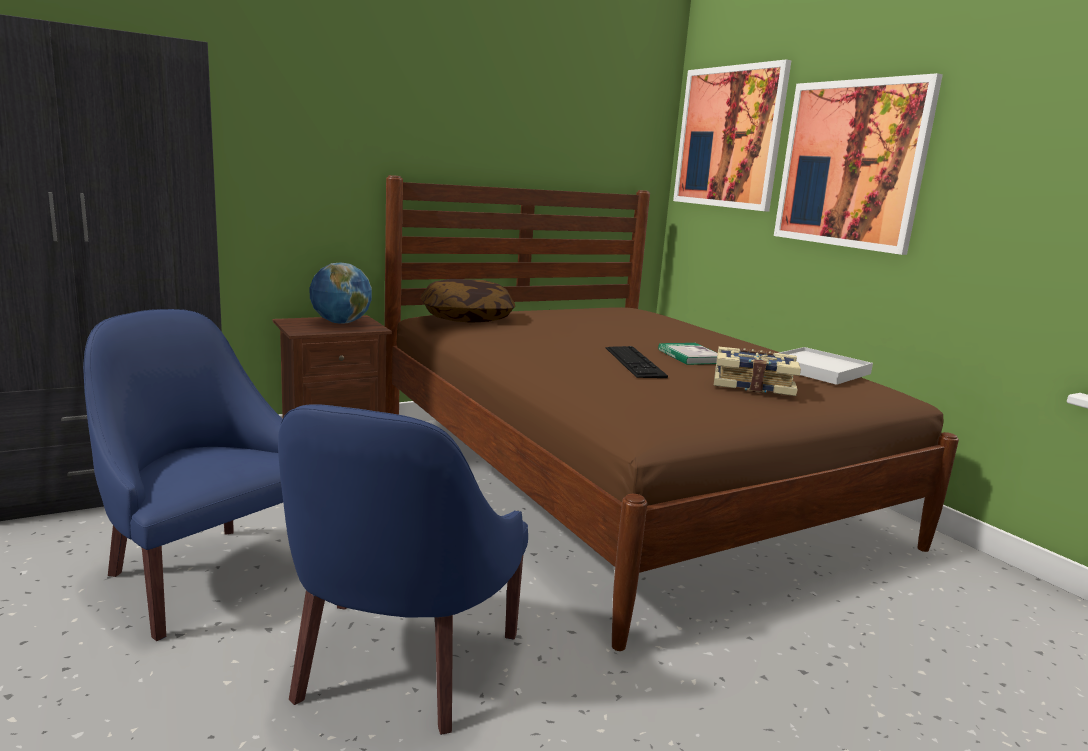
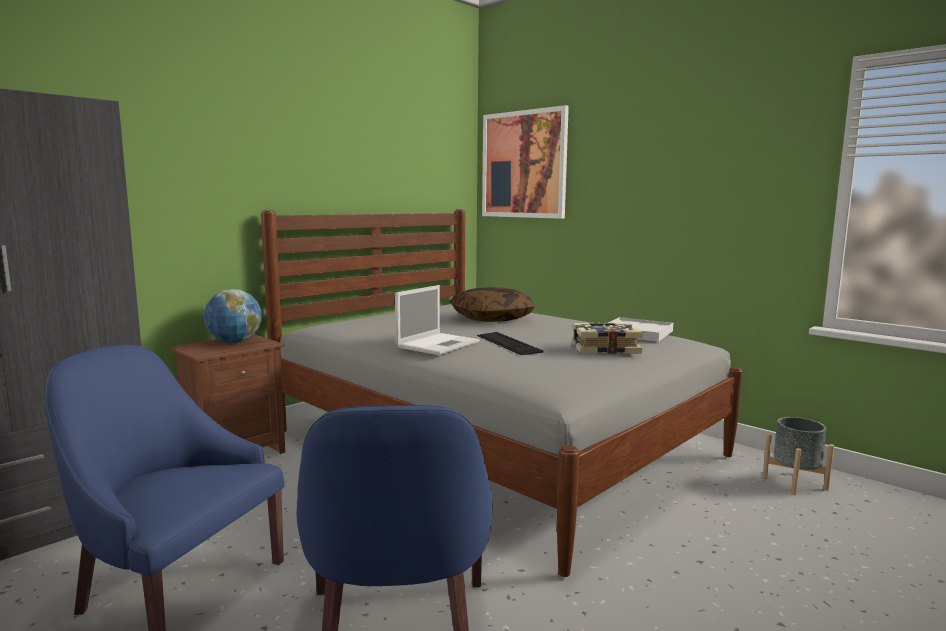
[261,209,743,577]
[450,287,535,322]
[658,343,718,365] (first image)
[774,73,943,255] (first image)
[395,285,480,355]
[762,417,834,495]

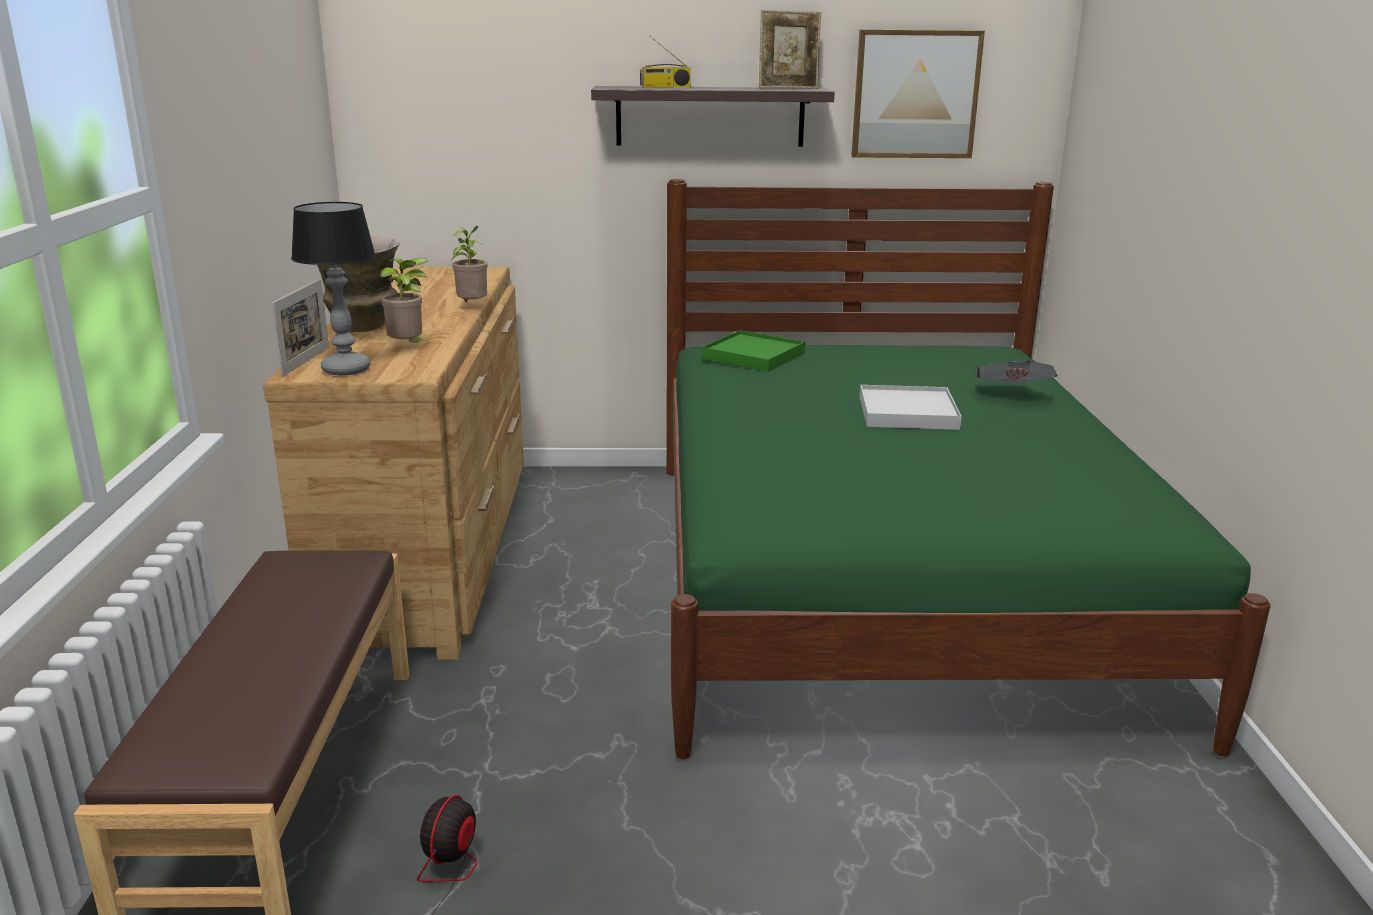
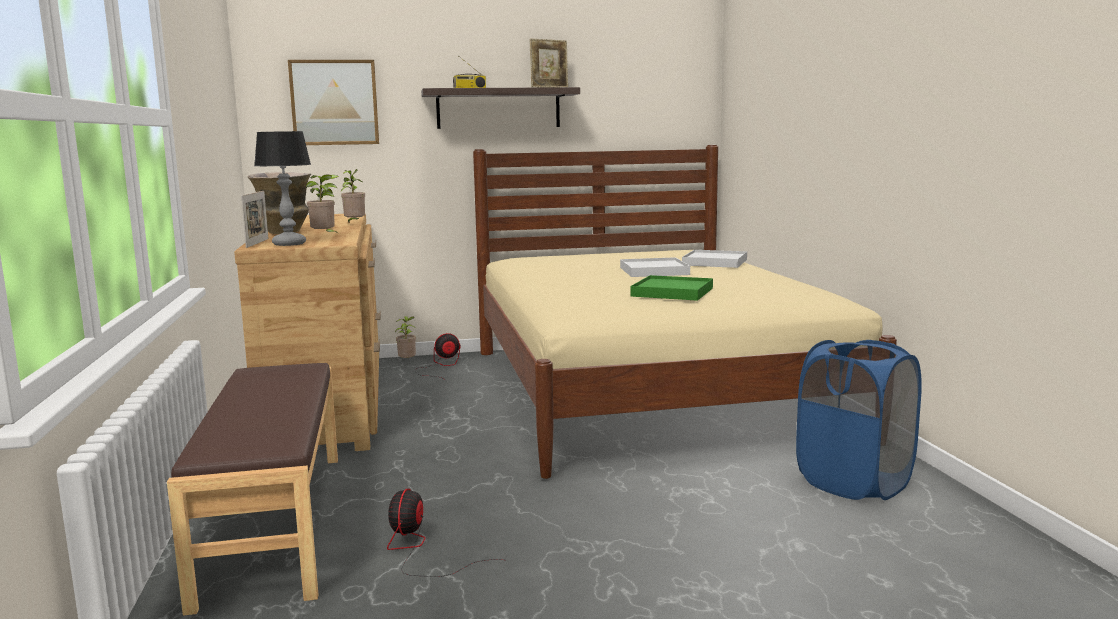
[473,145,897,479]
[631,275,713,301]
[288,60,379,145]
[682,250,747,268]
[395,316,416,359]
[414,333,461,380]
[796,340,922,500]

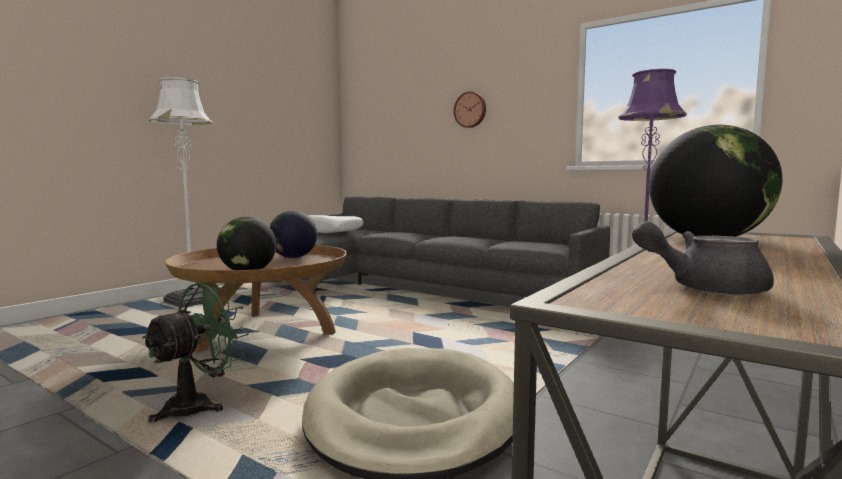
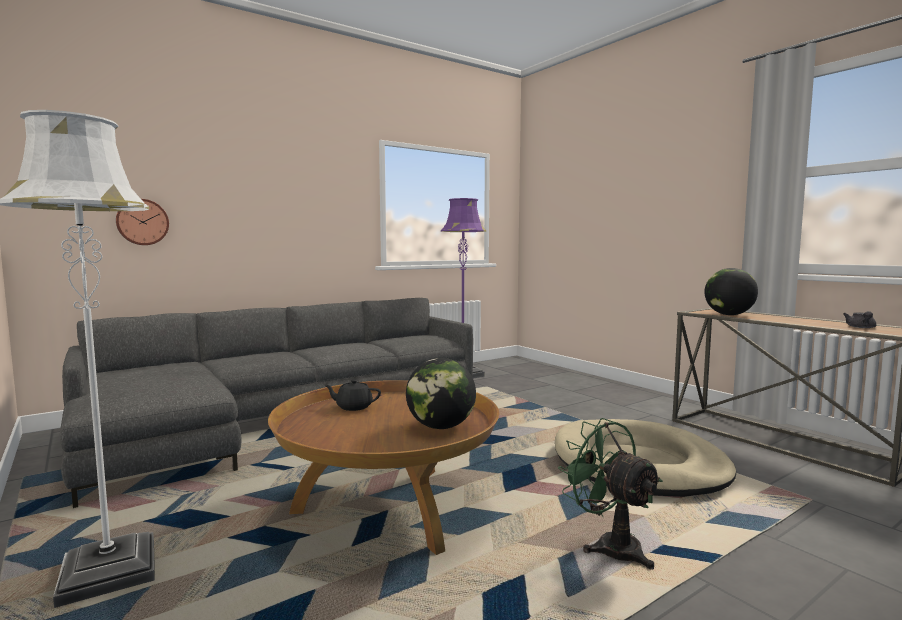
[324,379,381,411]
[309,215,363,234] (first image)
[116,199,169,245]

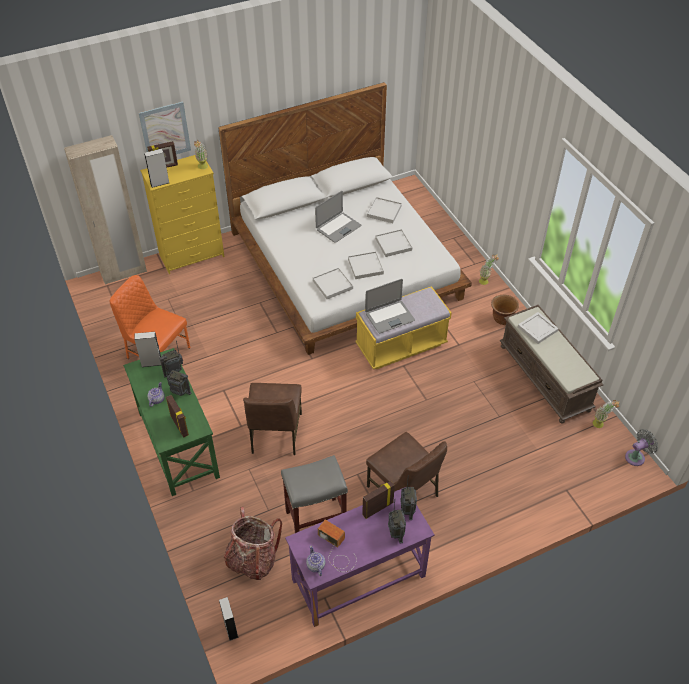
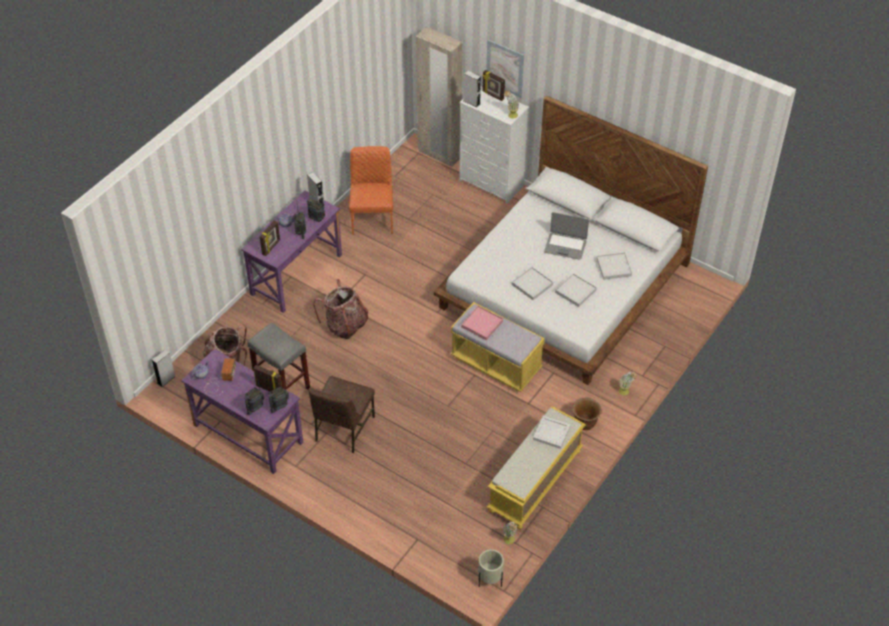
[241,191,342,313]
[459,86,529,204]
[313,279,368,339]
[313,268,353,299] (first image)
[461,306,503,340]
[487,407,586,529]
[478,549,504,587]

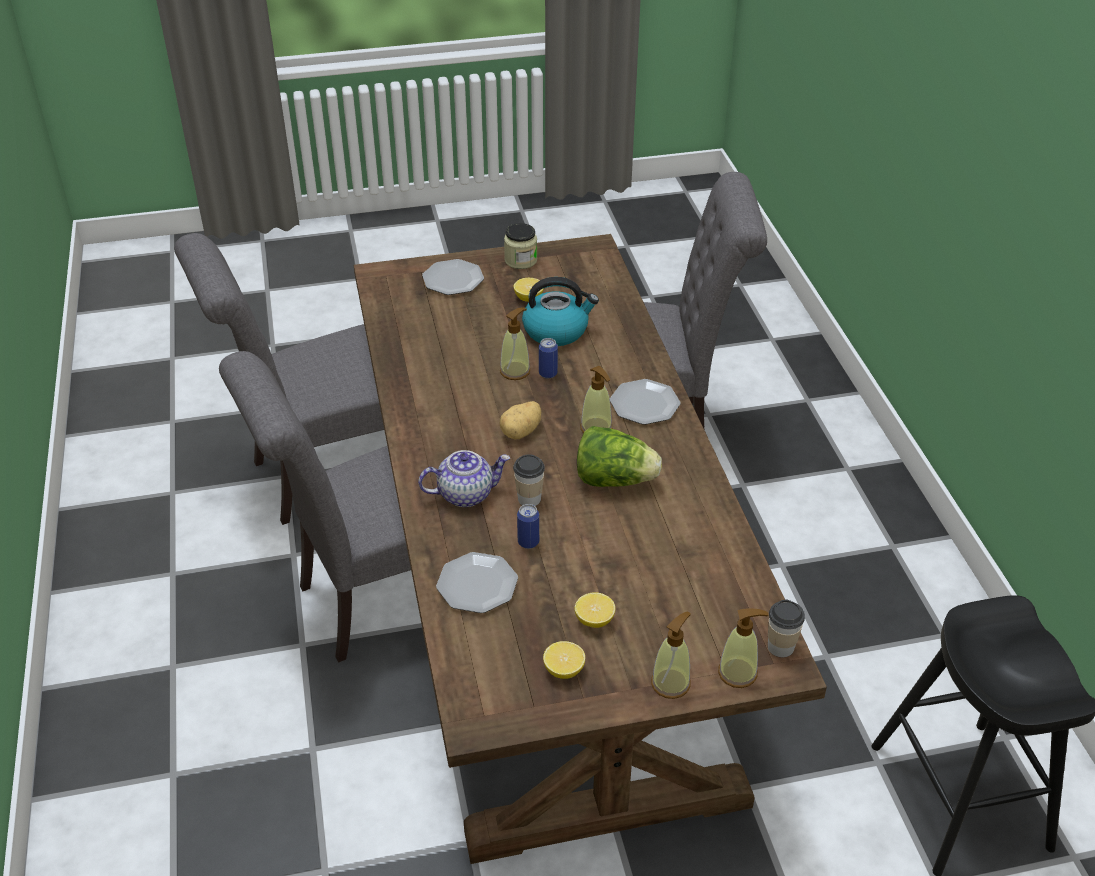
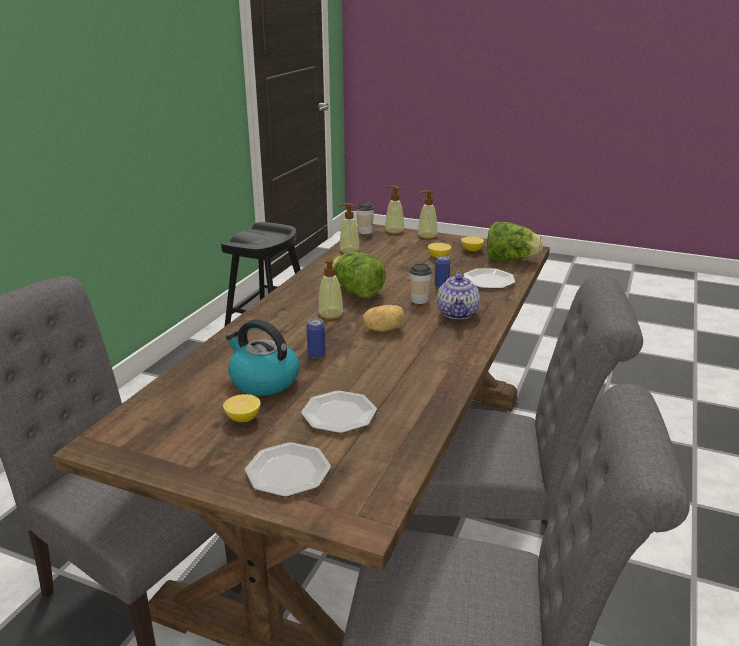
[437,272,480,319]
[338,203,360,254]
[504,223,537,269] (first image)
[301,391,377,434]
[487,222,543,261]

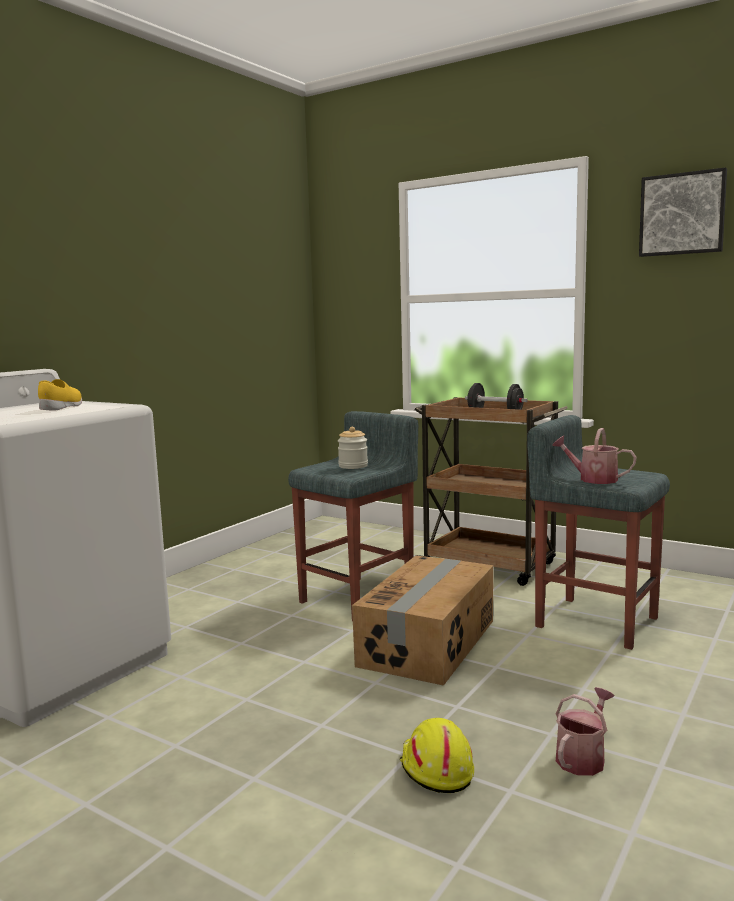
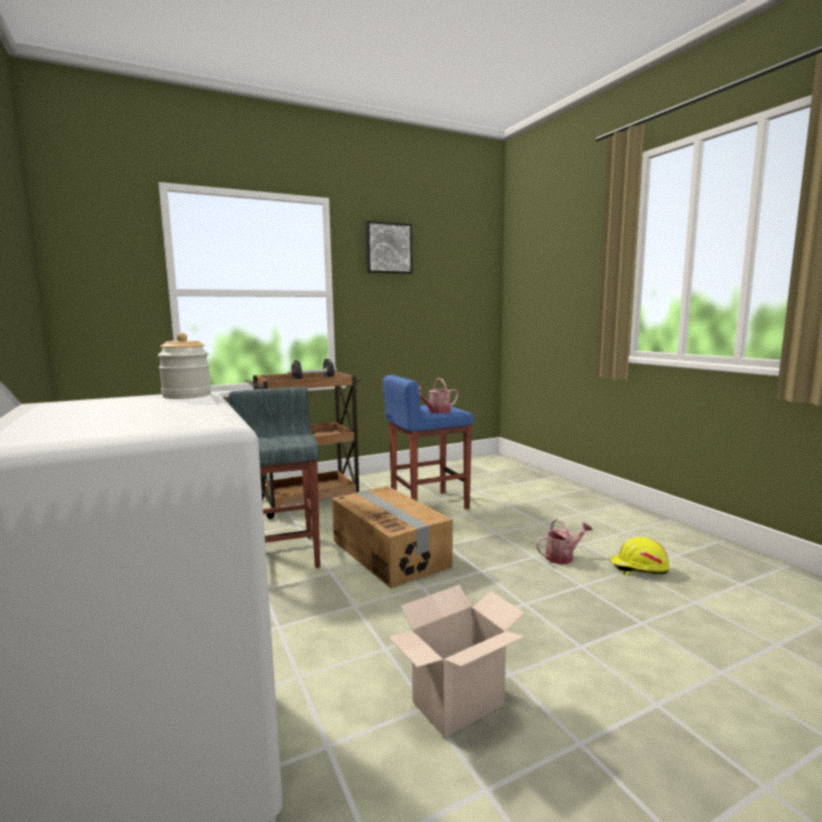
[38,379,82,411] (first image)
[158,333,212,399]
[609,537,670,575]
[383,375,474,509]
[536,518,593,564]
[388,585,525,738]

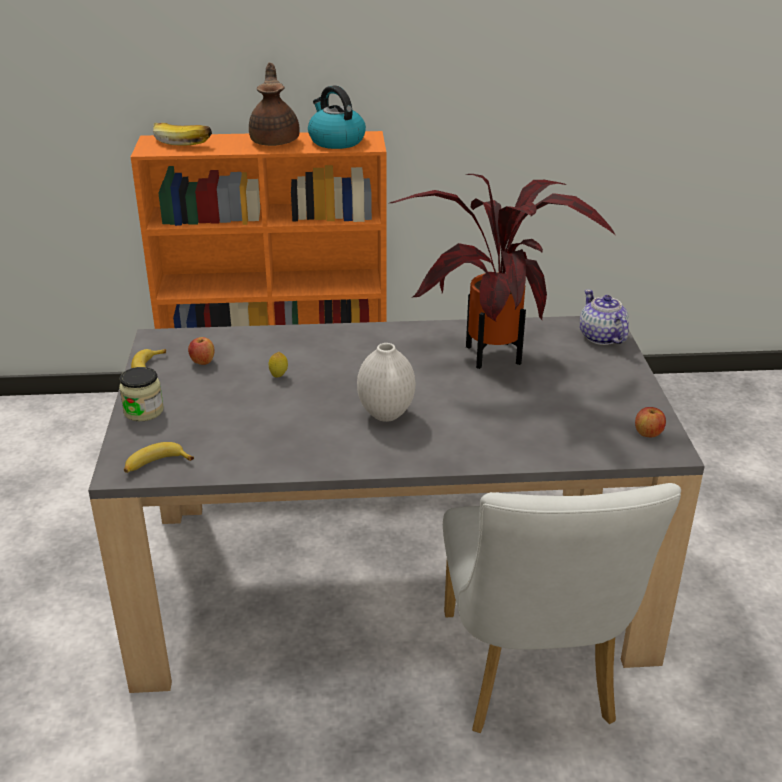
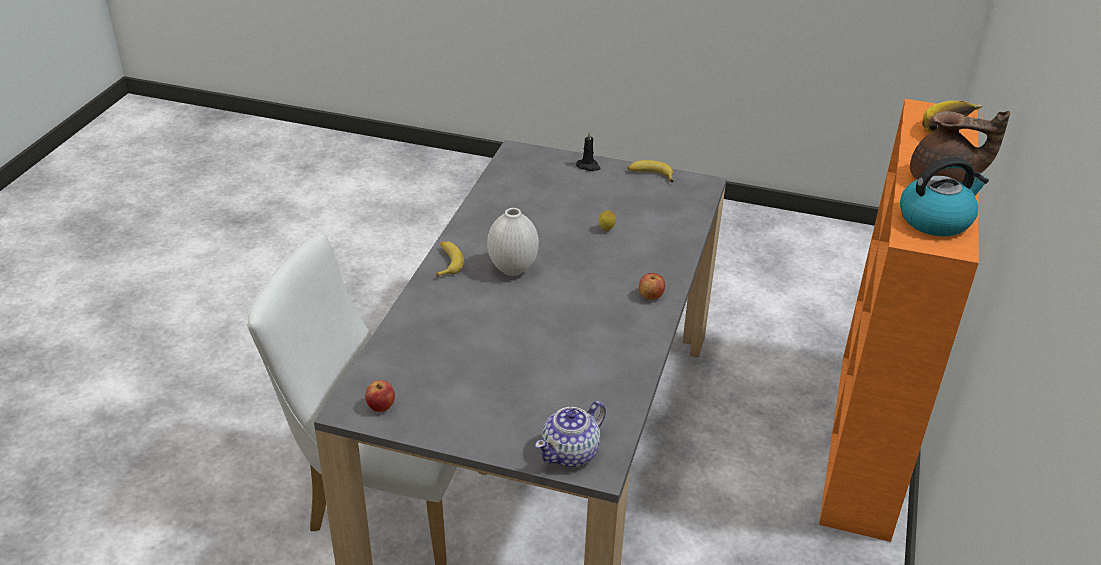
[576,131,601,171]
[436,242,464,277]
[639,273,665,300]
[390,174,616,369] (first image)
[535,401,606,467]

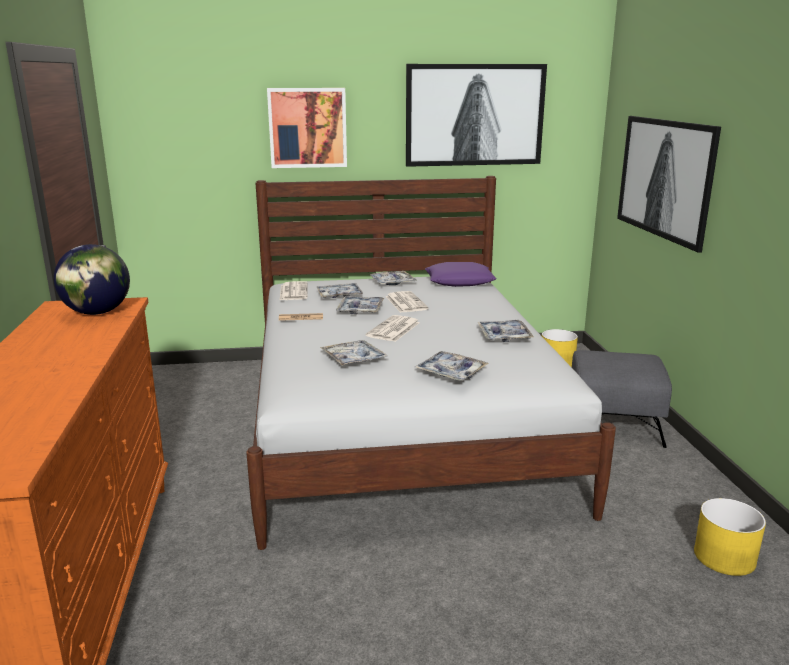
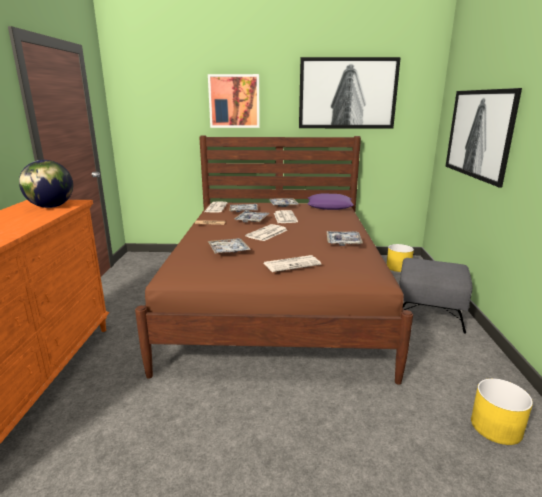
[135,135,413,384]
[264,255,321,272]

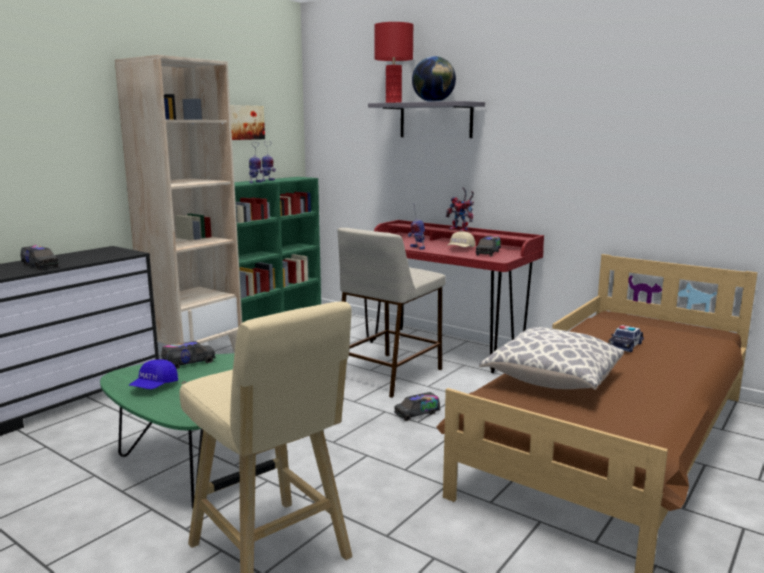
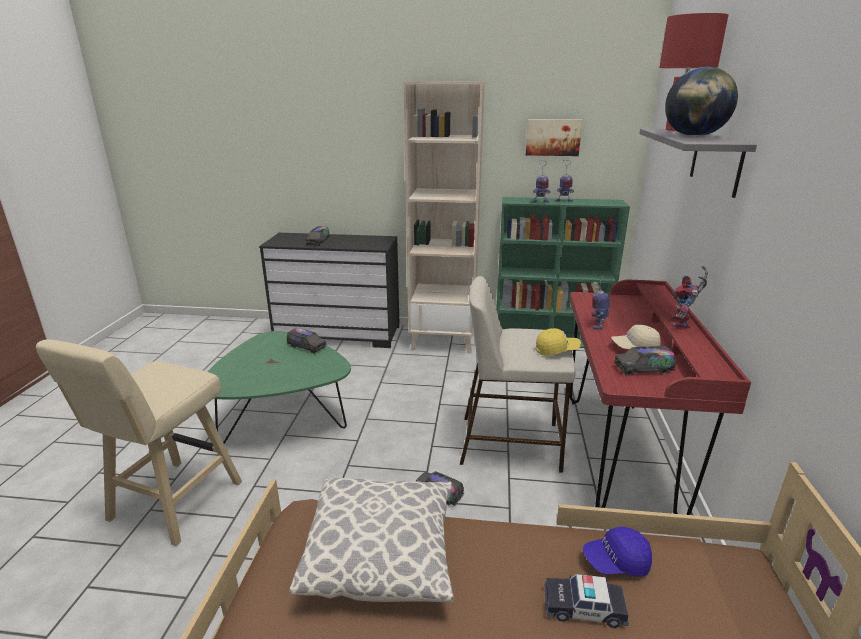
[583,527,652,577]
[536,328,581,356]

